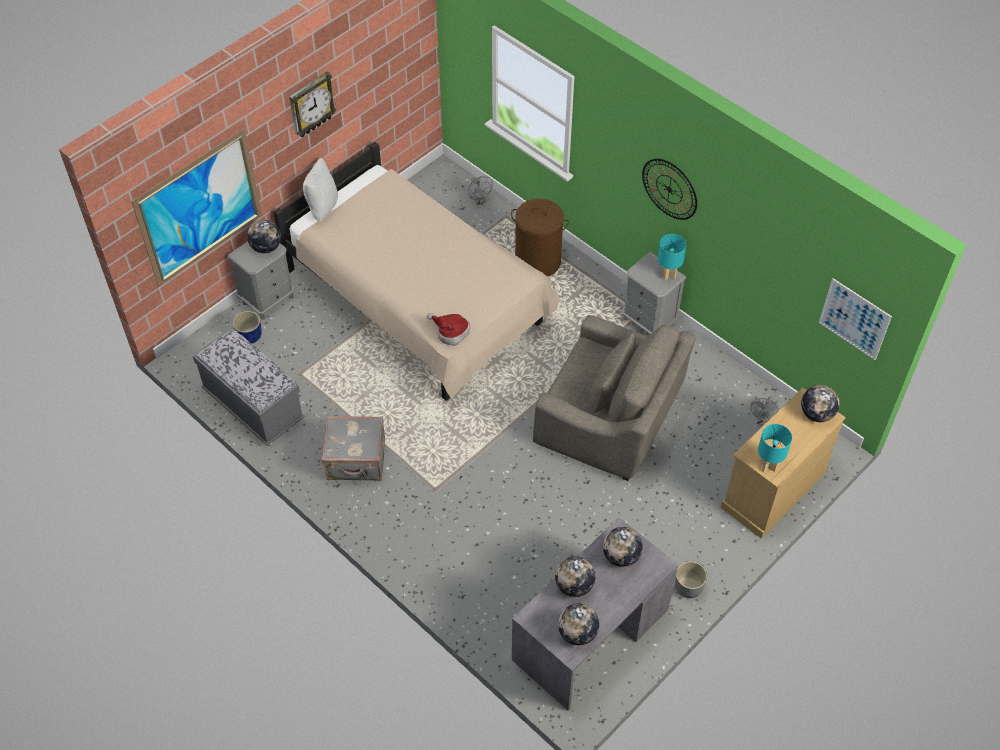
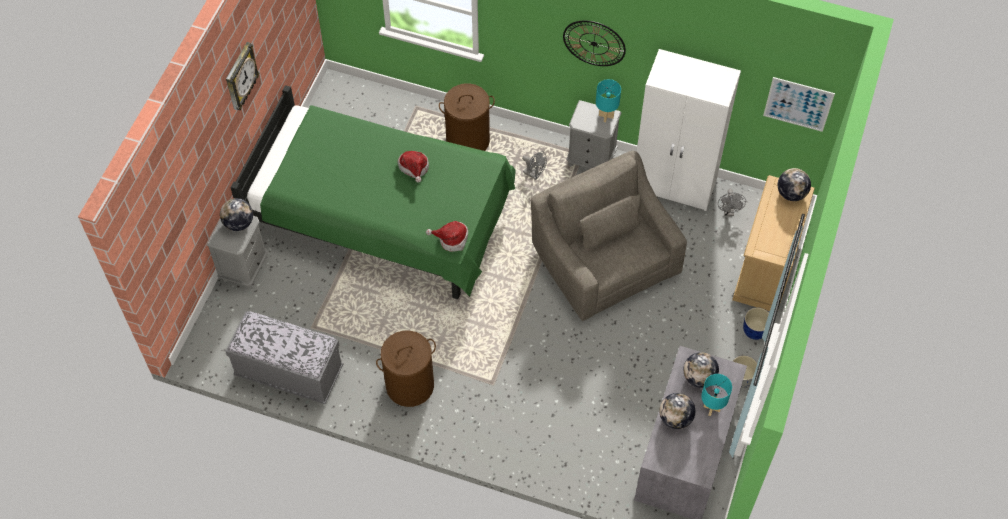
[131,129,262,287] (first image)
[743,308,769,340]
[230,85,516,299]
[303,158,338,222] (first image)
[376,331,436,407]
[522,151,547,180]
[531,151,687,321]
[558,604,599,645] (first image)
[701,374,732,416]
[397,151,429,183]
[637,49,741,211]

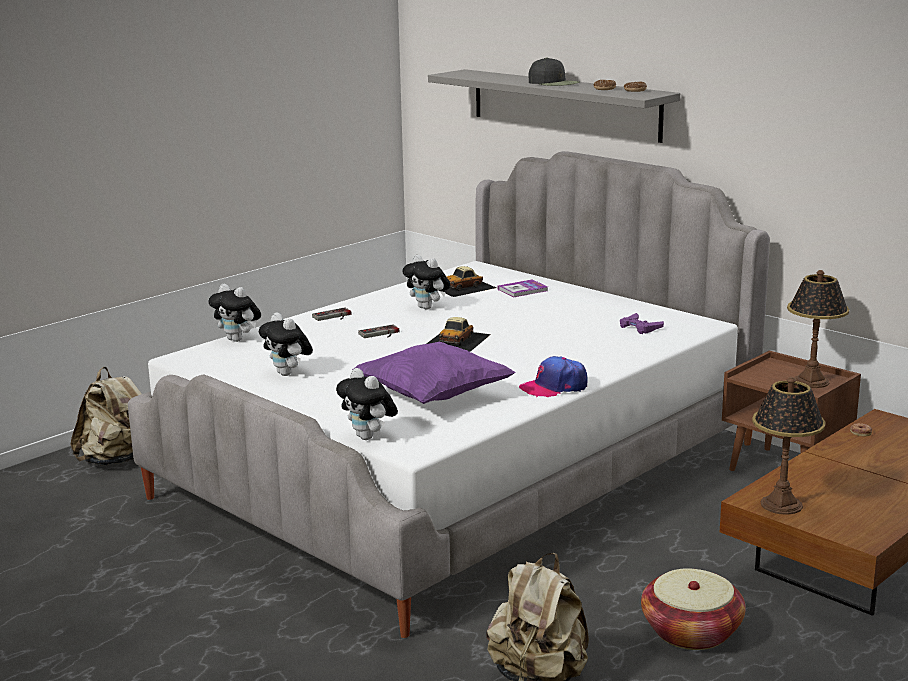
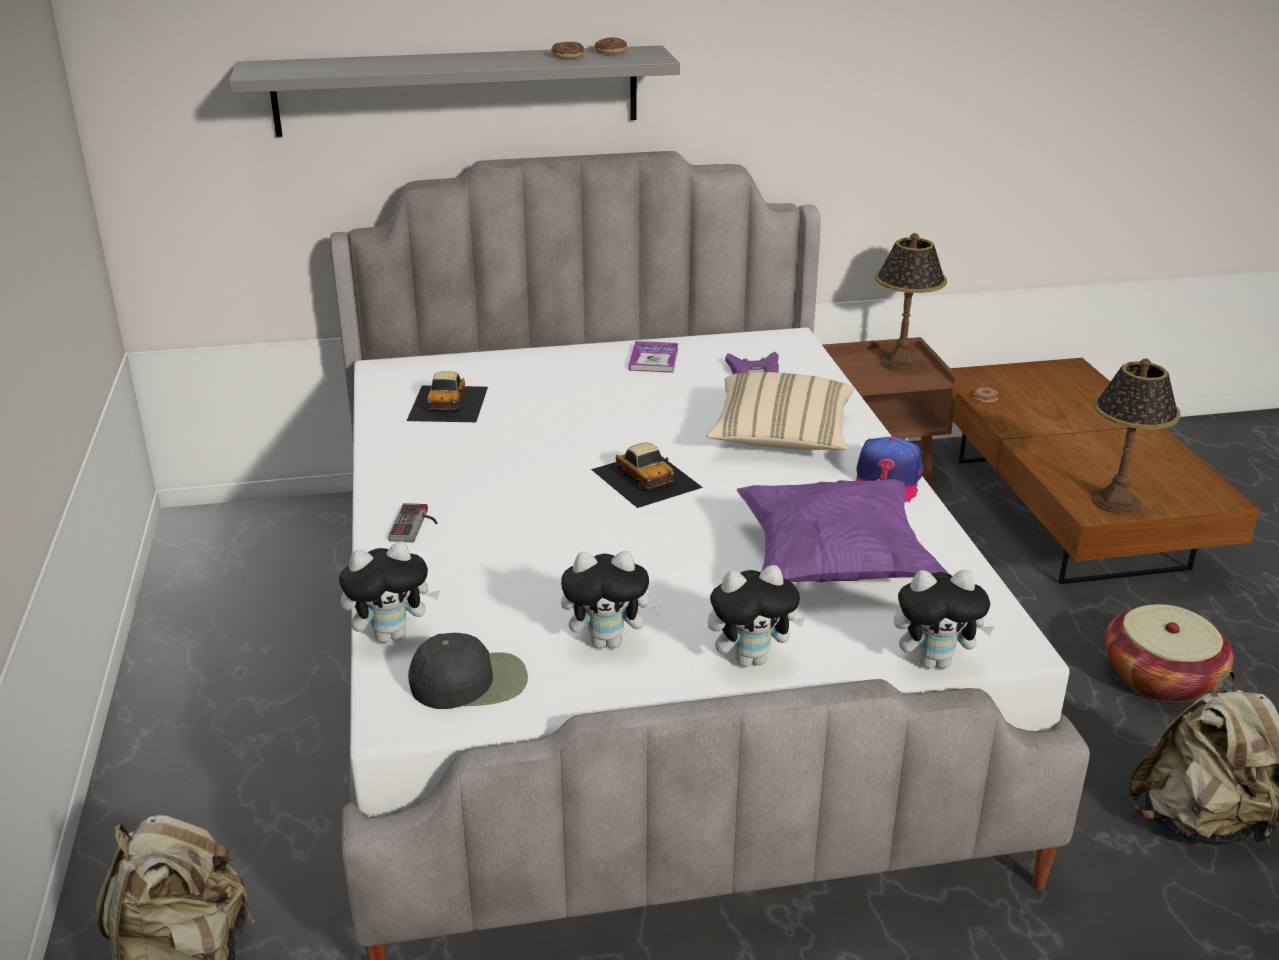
[358,324,399,338] (first image)
[708,565,806,667]
[629,341,678,373]
[408,633,528,709]
[706,372,853,450]

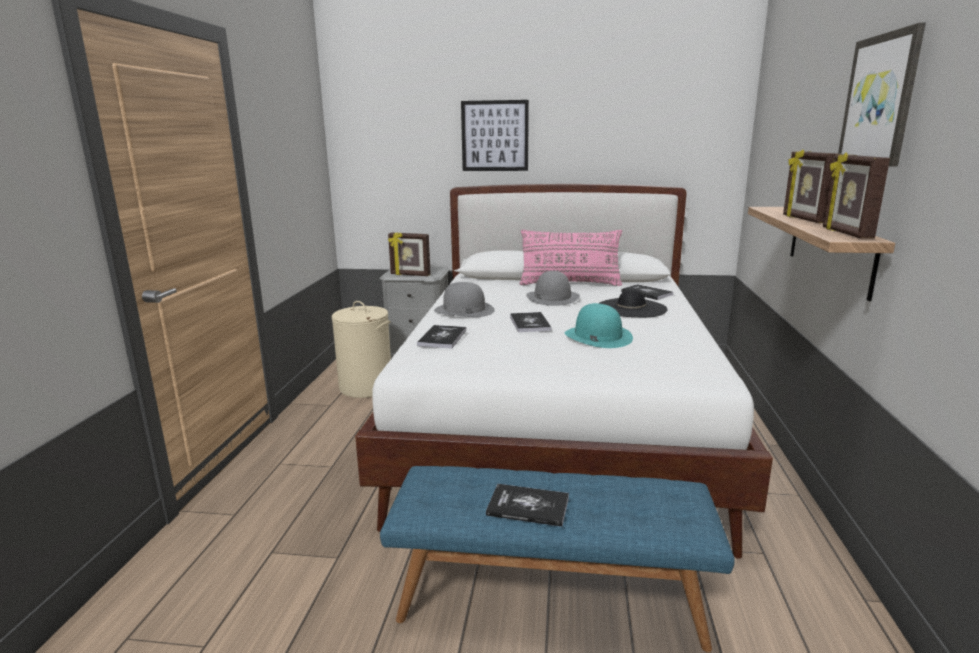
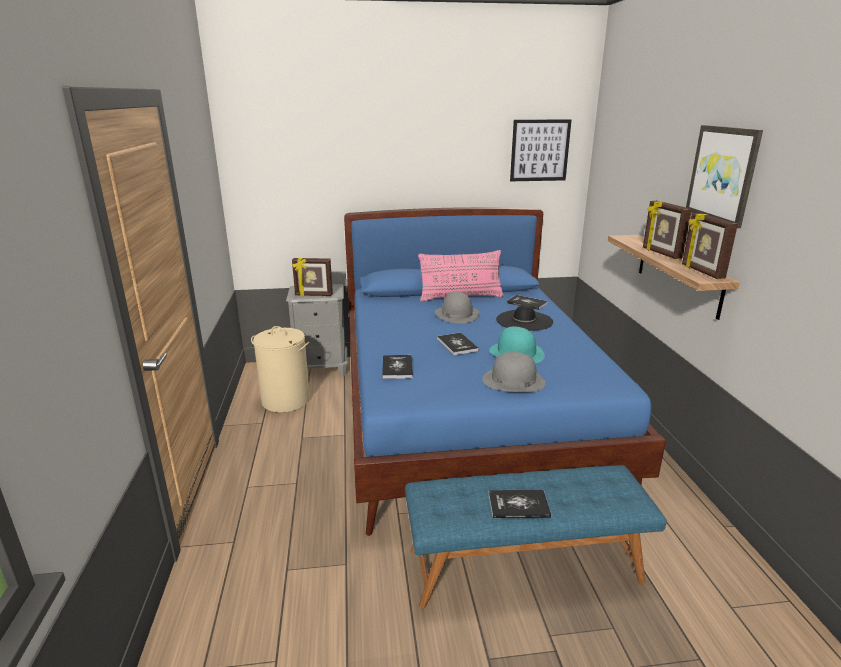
[344,207,666,536]
[482,352,546,392]
[510,119,572,181]

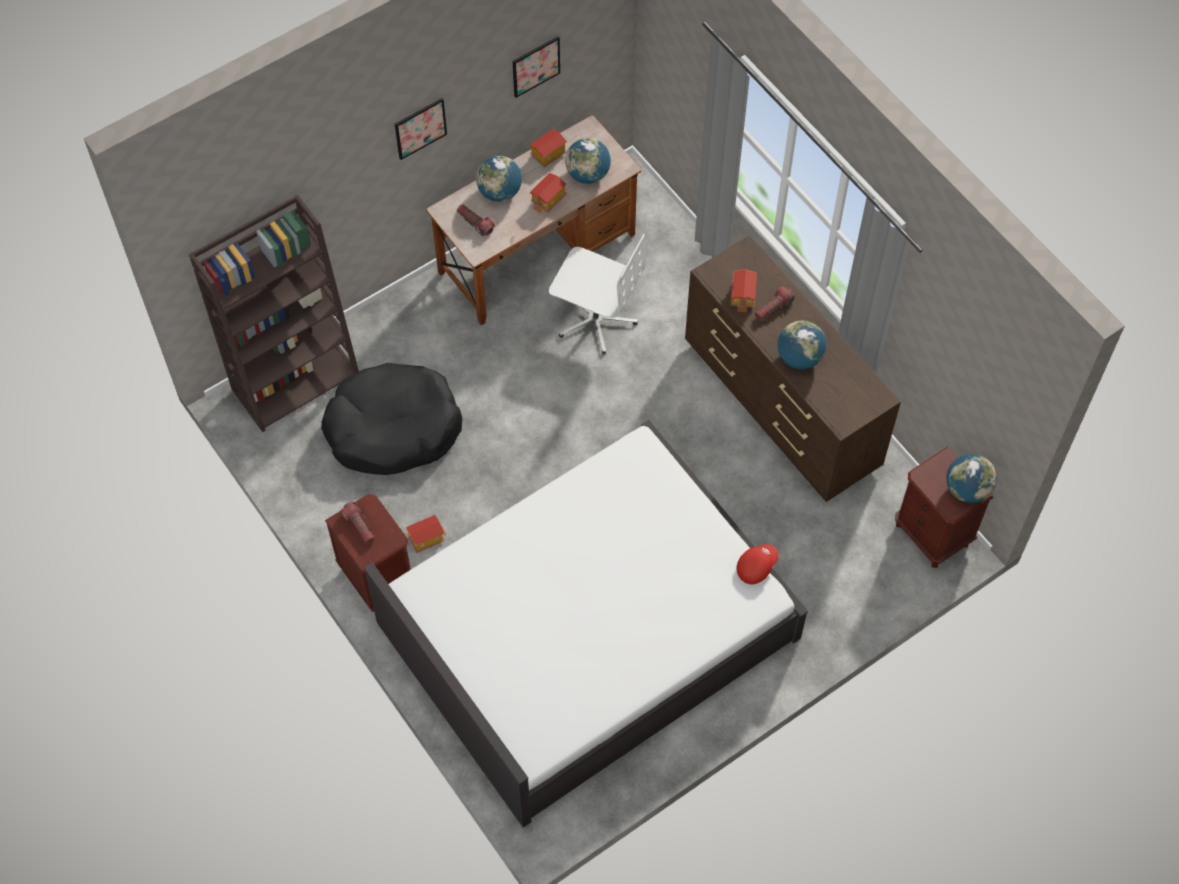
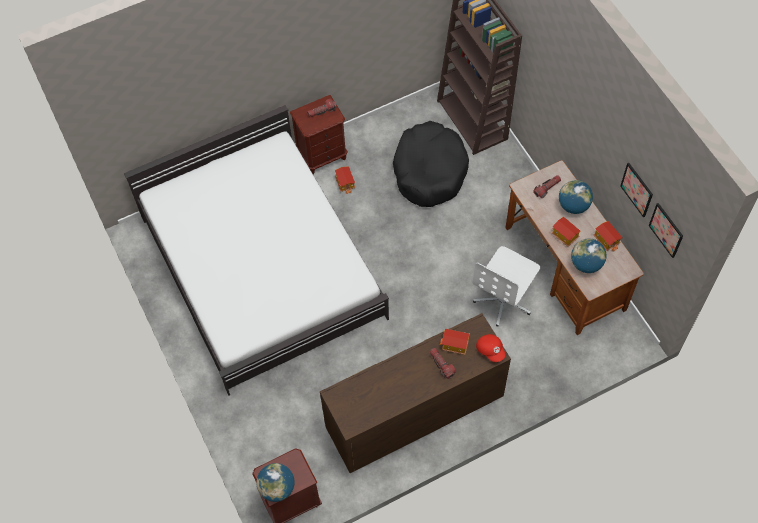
[649,203,683,258]
[476,334,506,362]
[778,321,827,369] (first image)

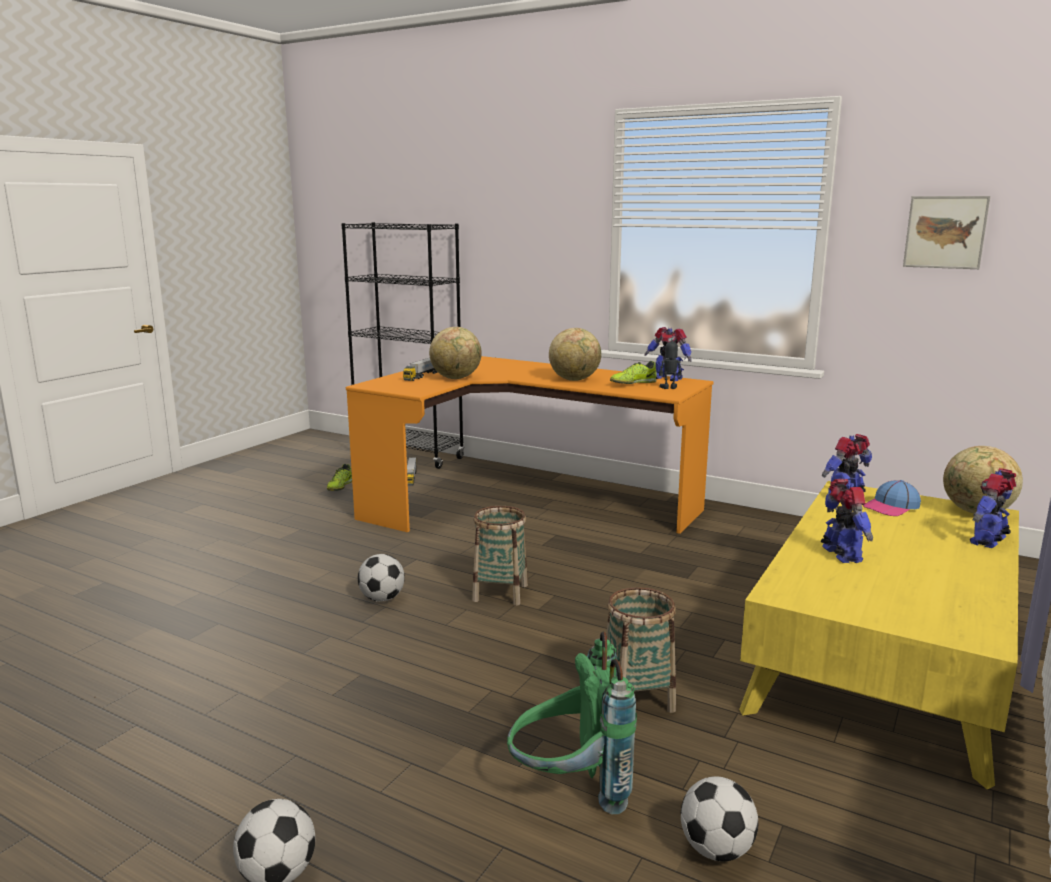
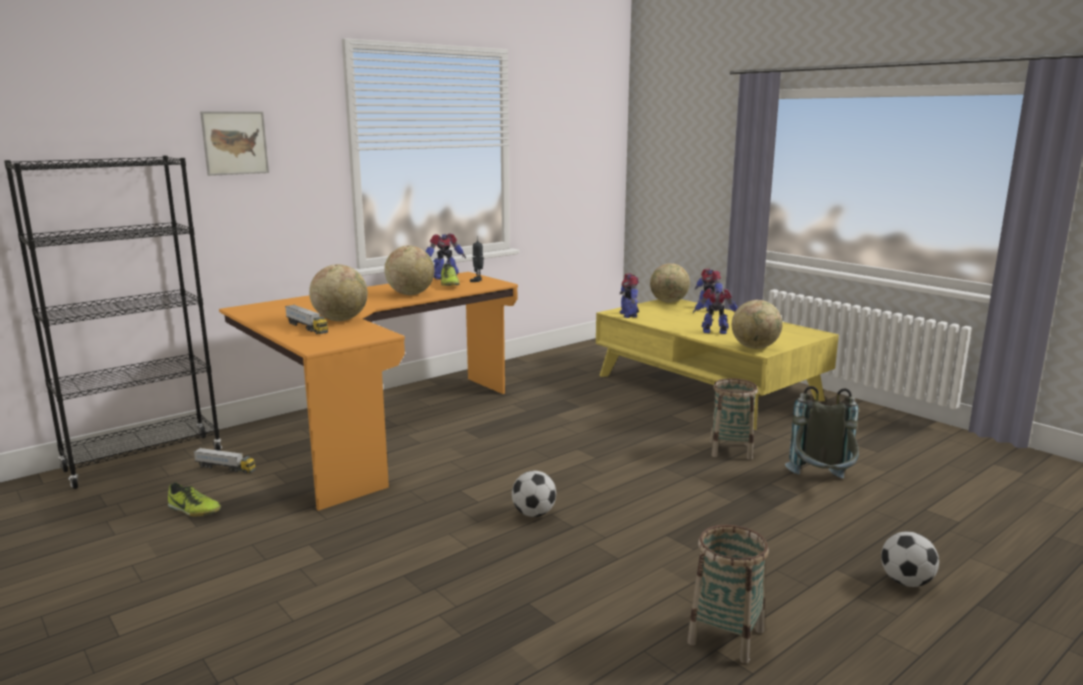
[687,525,769,664]
[785,386,859,478]
[681,776,758,861] (first image)
[863,480,921,516] (first image)
[200,111,269,176]
[732,300,783,349]

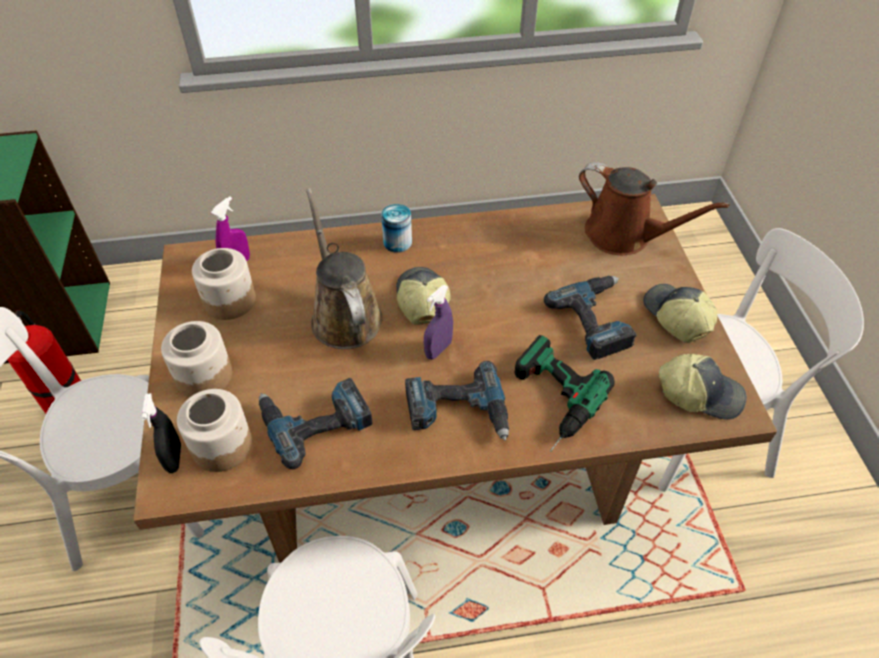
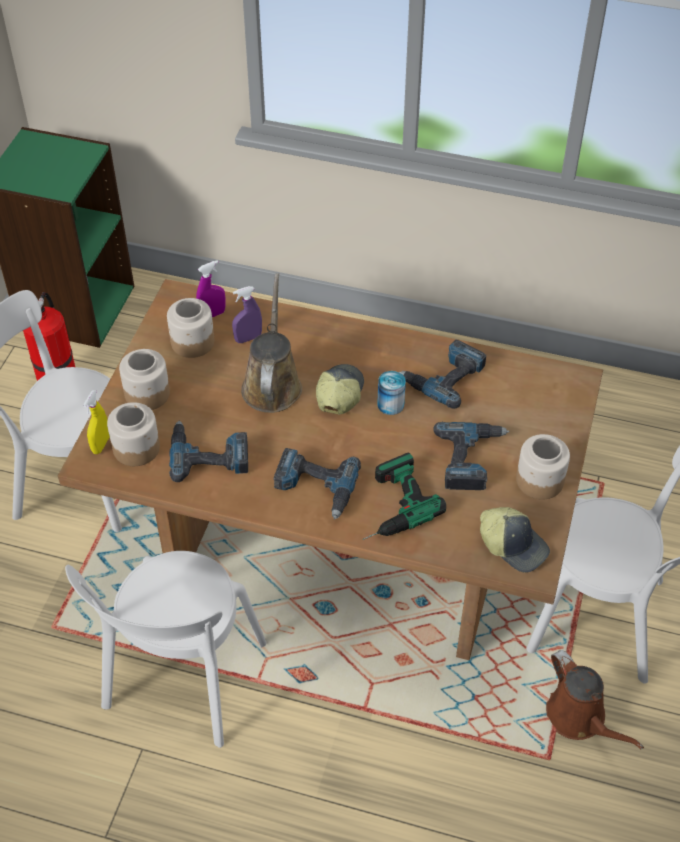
[83,390,110,454]
[377,371,406,415]
[232,286,262,343]
[546,650,644,750]
[516,434,570,500]
[399,339,486,409]

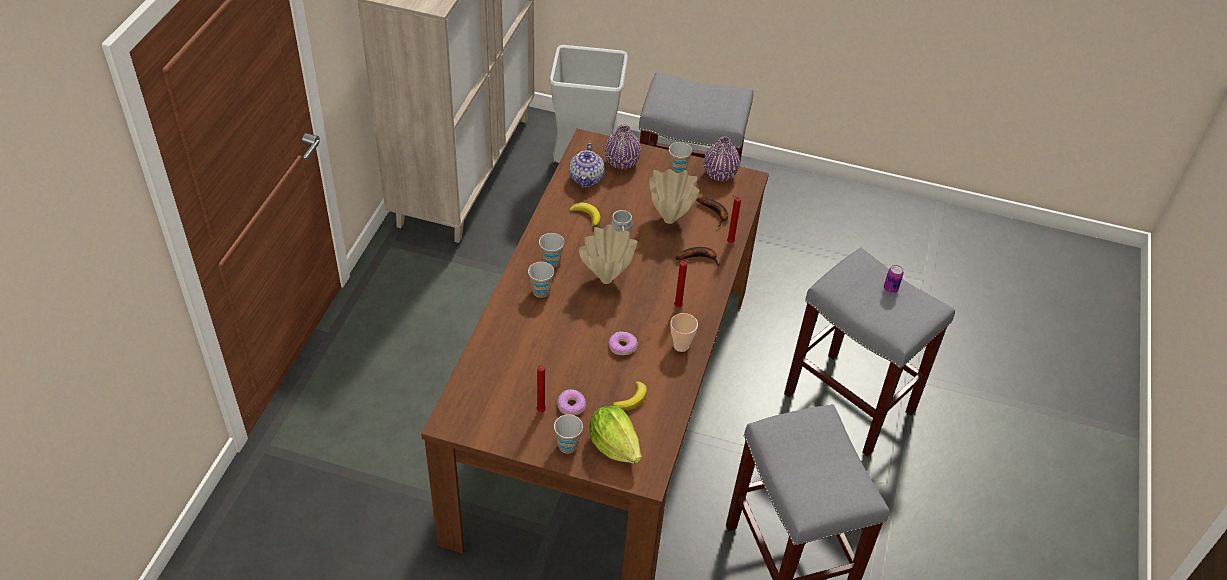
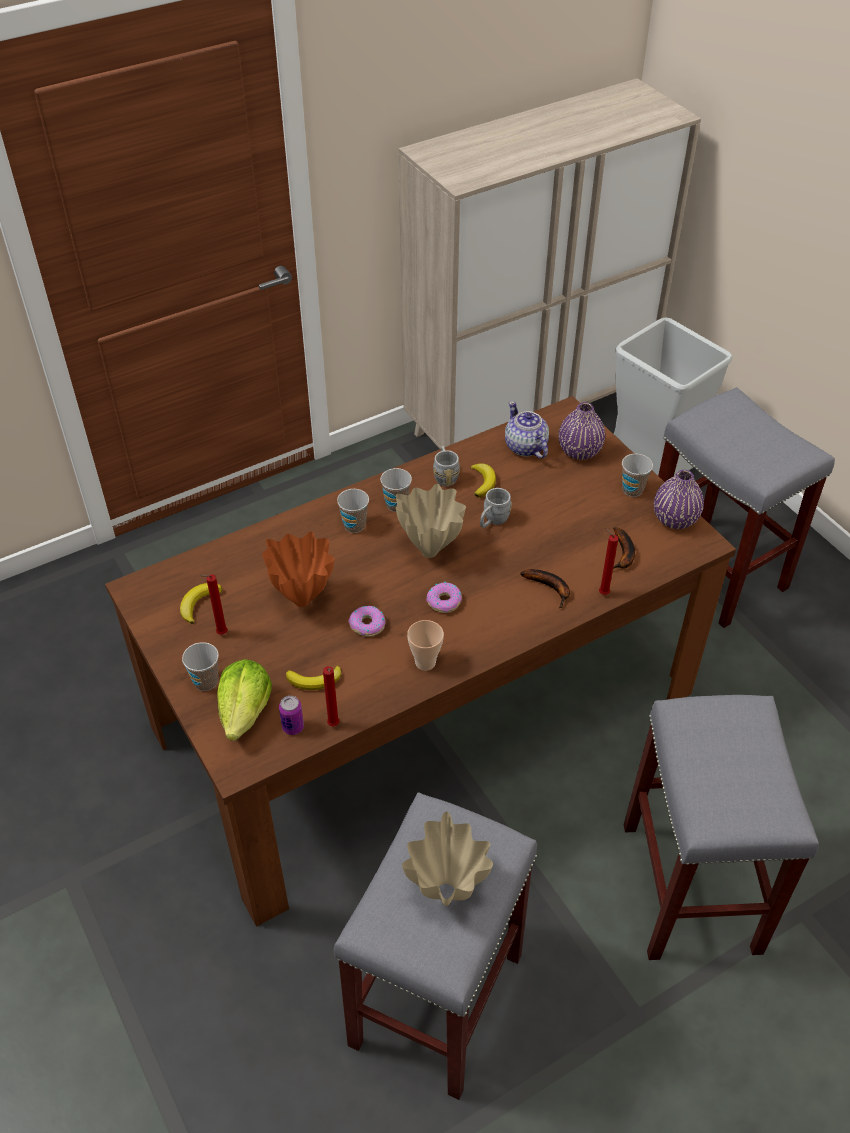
[426,582,462,613]
[505,401,549,459]
[402,812,493,906]
[323,666,340,727]
[279,695,304,735]
[180,583,222,624]
[262,532,334,607]
[433,446,460,487]

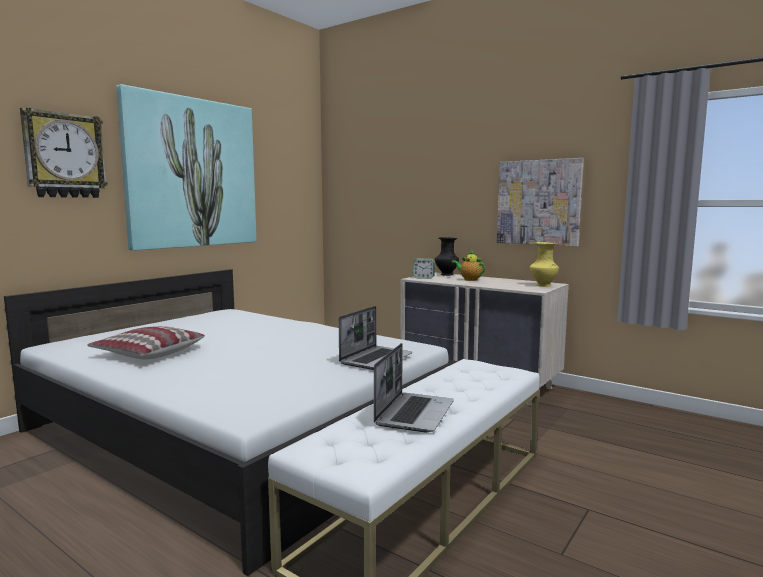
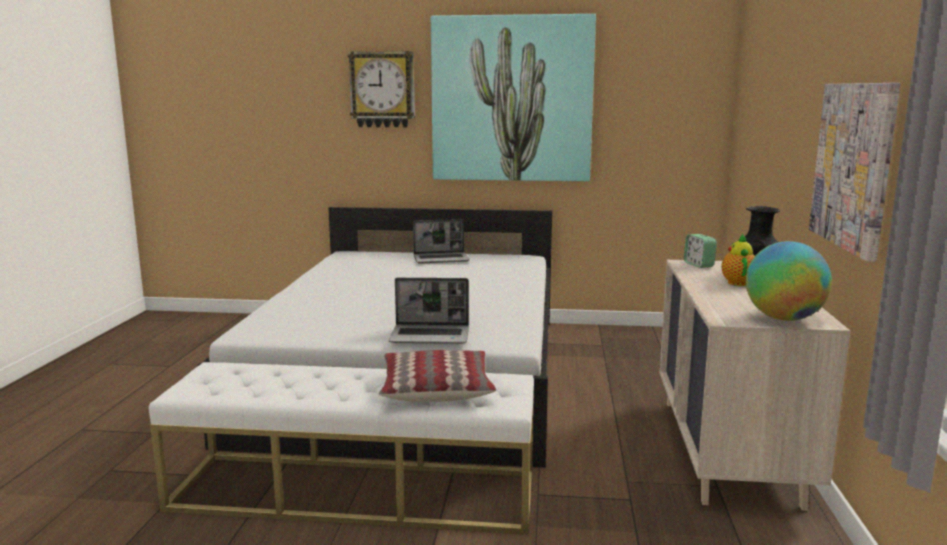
[379,350,496,402]
[413,219,470,264]
[746,241,832,321]

